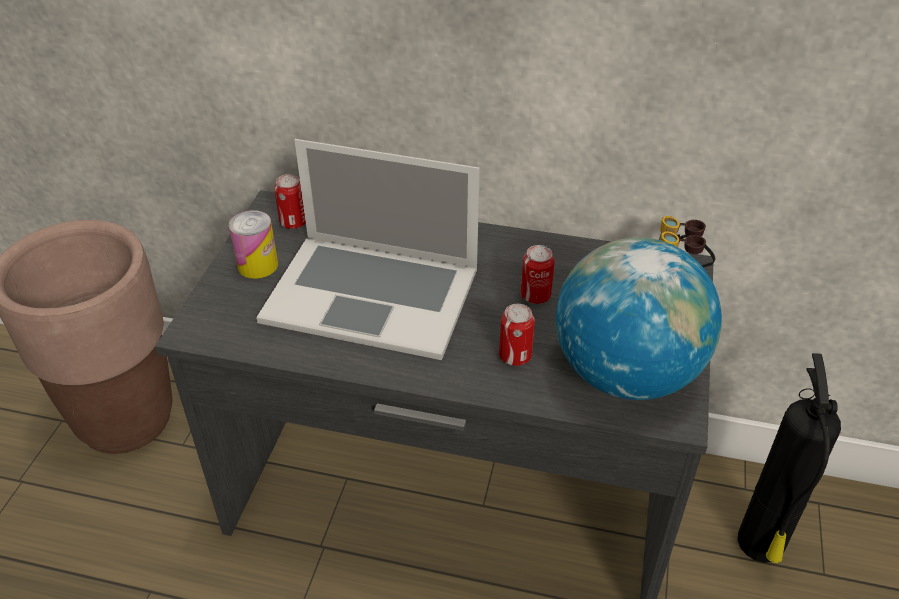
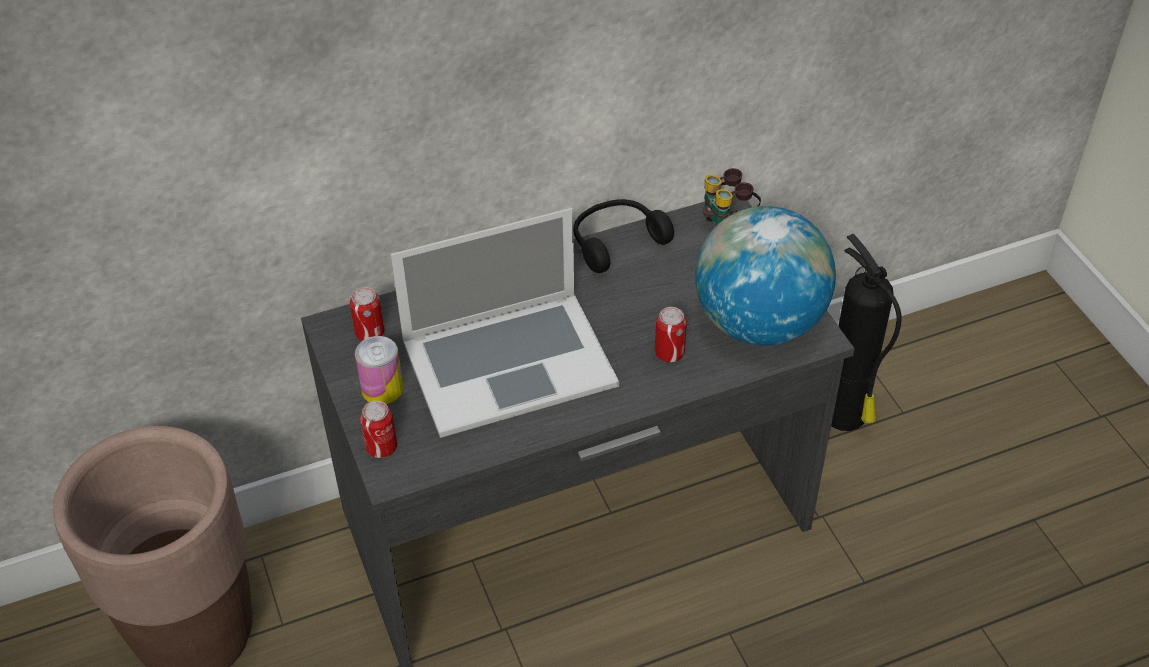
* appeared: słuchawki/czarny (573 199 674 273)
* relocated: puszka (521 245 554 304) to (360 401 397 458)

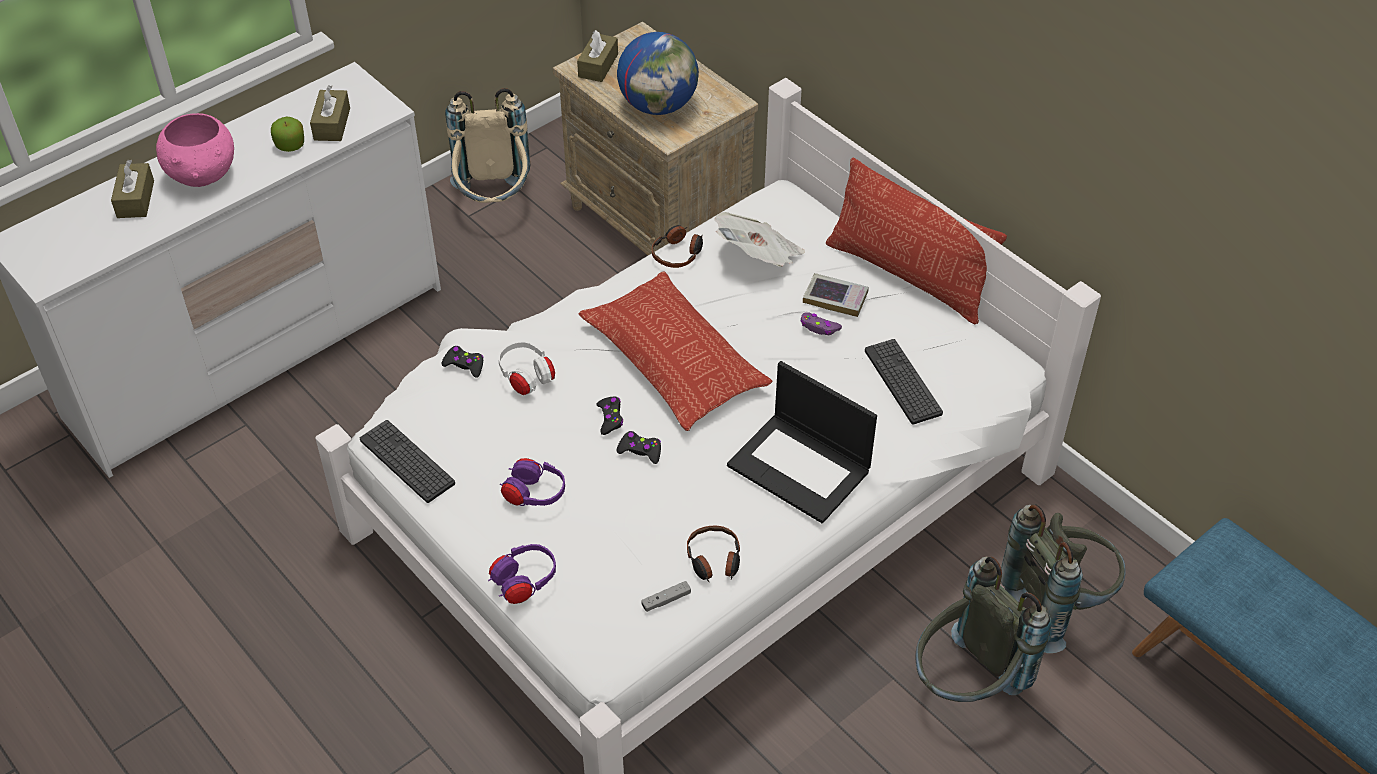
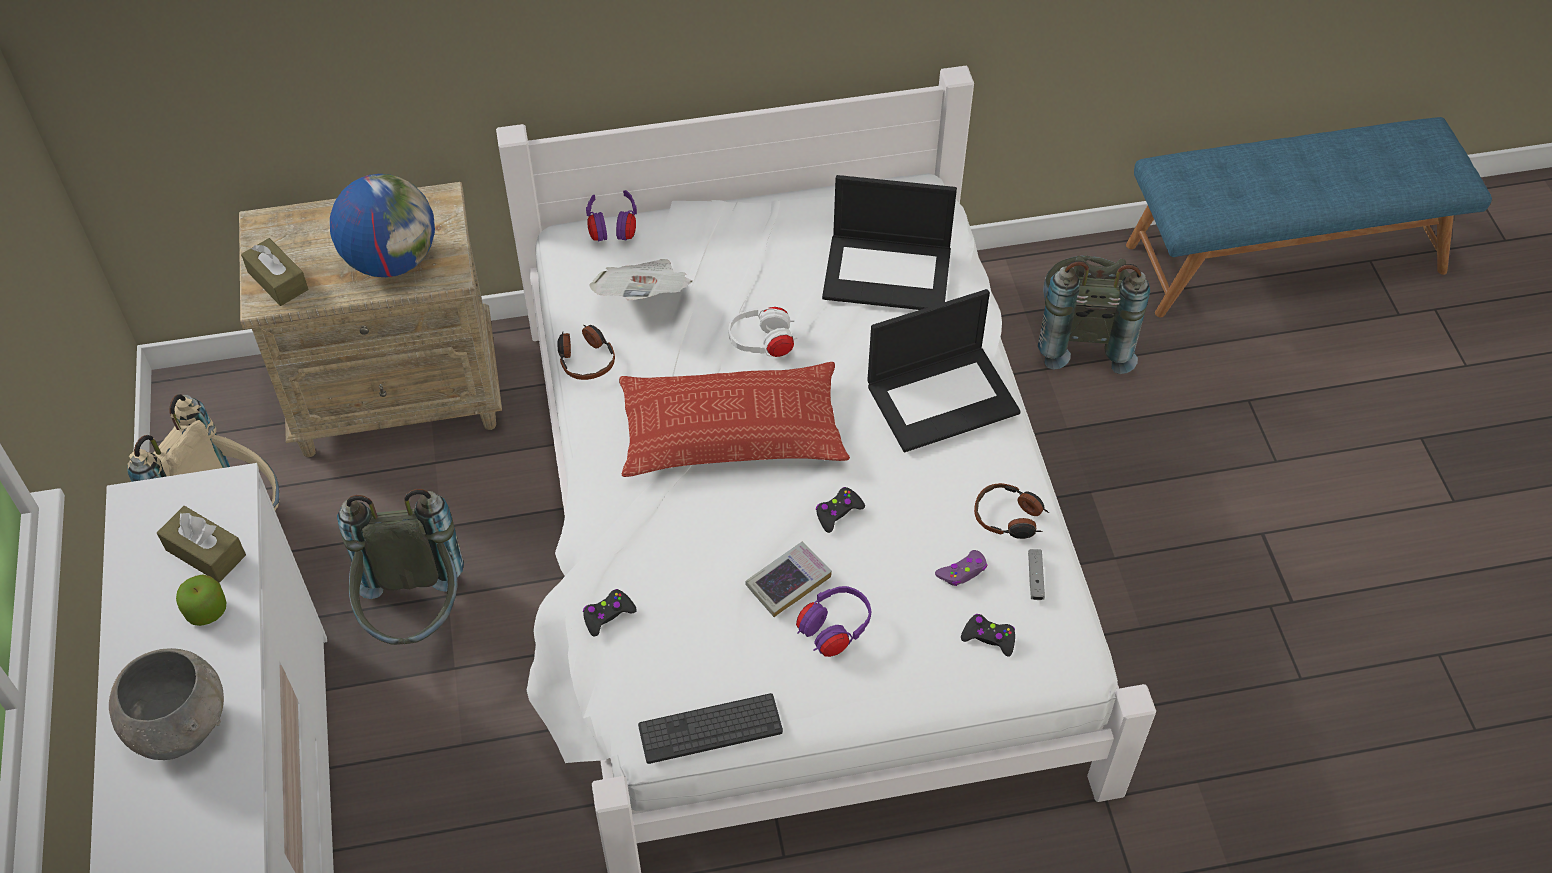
* missing: pudełko chusteczek/brązowy (111 160 154 218)
* missing: poduszka (826 158 1007 325)
* relocated: słuchawki/fioletowy (488 544 556 604) to (586 190 637 241)
* relocated: słuchawki/biały (498 341 555 395) to (728 307 798 357)
* relocated: pad do gier/czarny (597 397 623 435) to (961 614 1015 657)
* relocated: pad do gier/fioletowy (801 312 842 335) to (935 550 988 586)
* relocated: książka (803 273 869 317) to (745 542 832 617)
* relocated: plecak/szary (916 557 1051 702) to (337 489 464 645)
* exchanged: klawiatura (865 339 943 425) to laptop (822 175 957 310)
* colour: miska/różowy (156 113 234 187) to miska/szary (109 648 224 760)

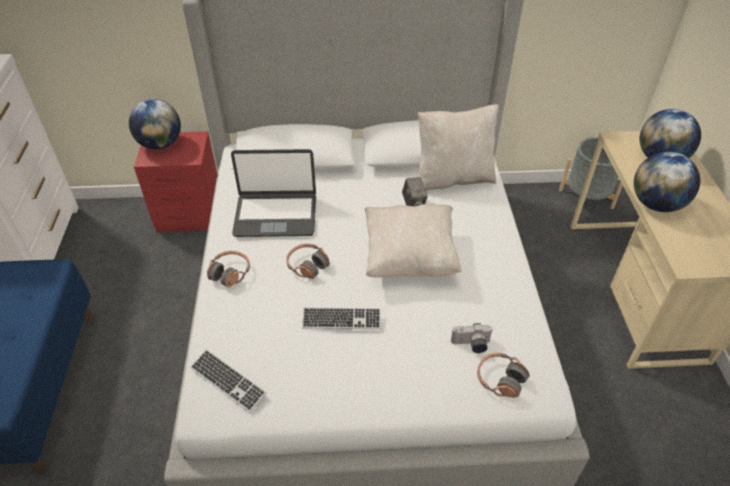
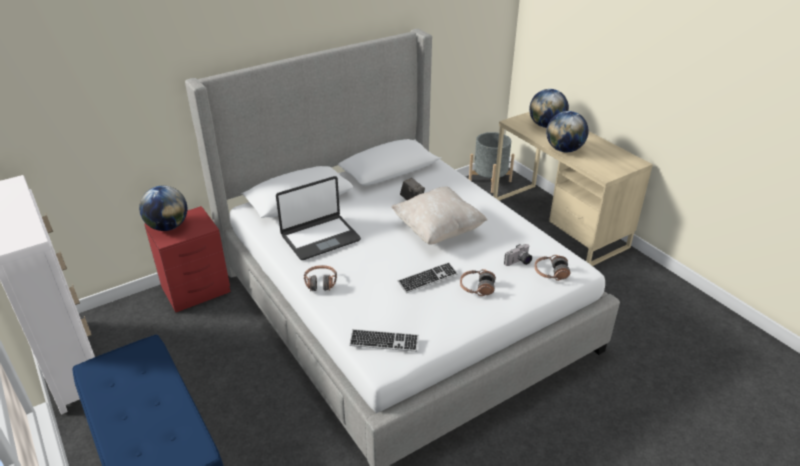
* missing: poduszka/beżowy (418 104 499 191)
* relocated: słuchawki (286 244 330 279) to (460 269 496 296)

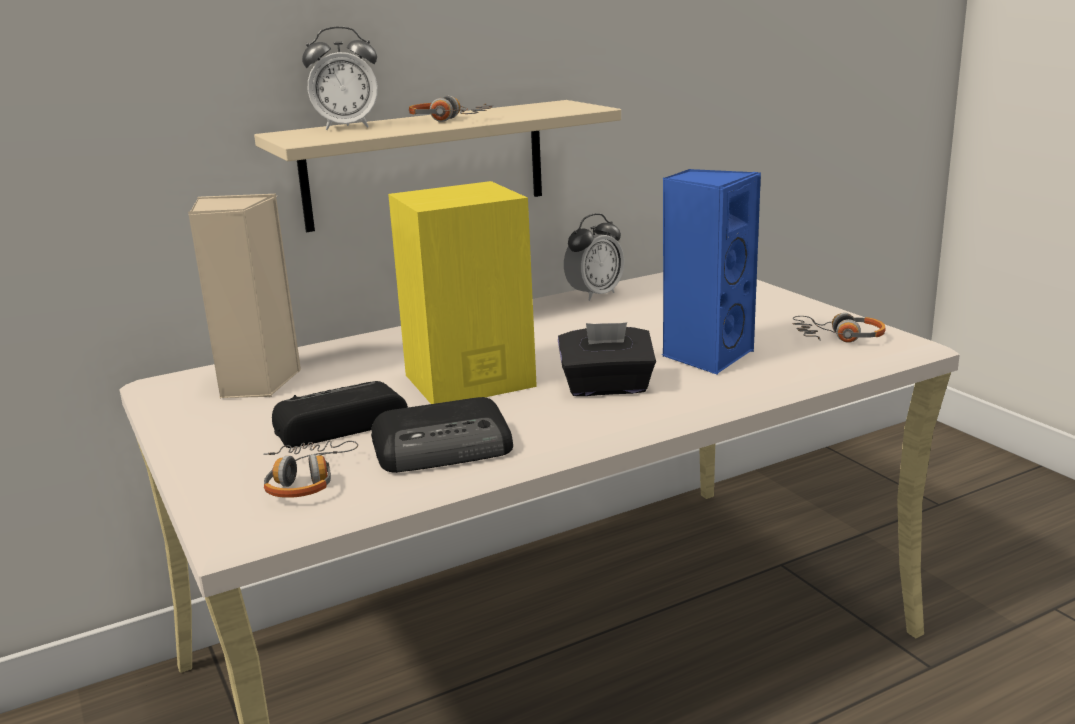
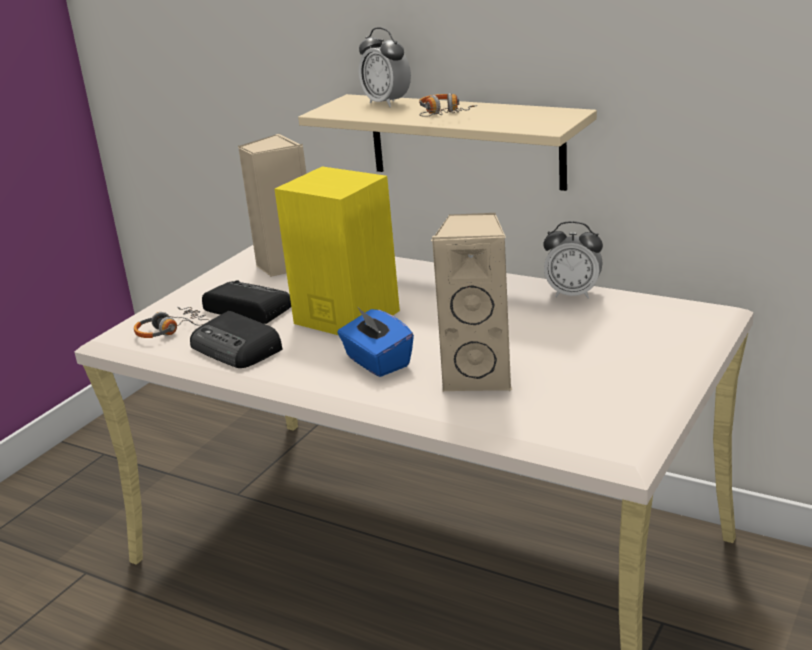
* missing: słuchawki (793 313 886 343)
* colour: pudełko chusteczek/czarny (558 322 656 396) to pudełko chusteczek/niebieski (338 308 414 377)
* colour: głośnik/niebieski (662 169 761 375) to głośnik/beżowy (431 213 512 392)

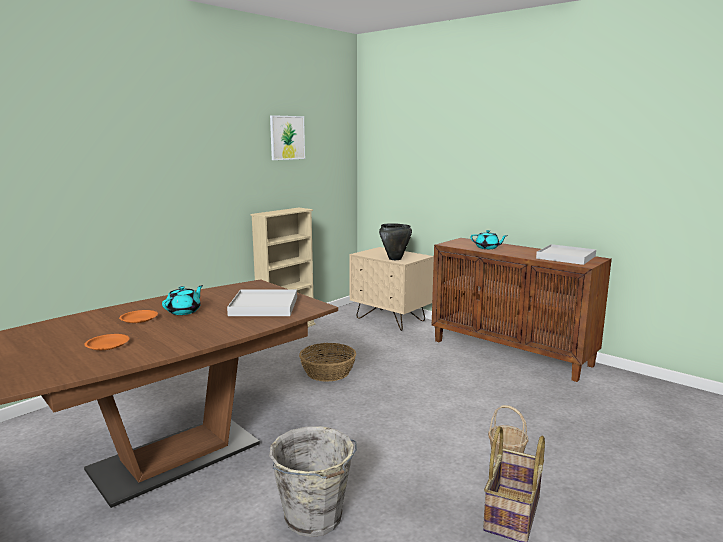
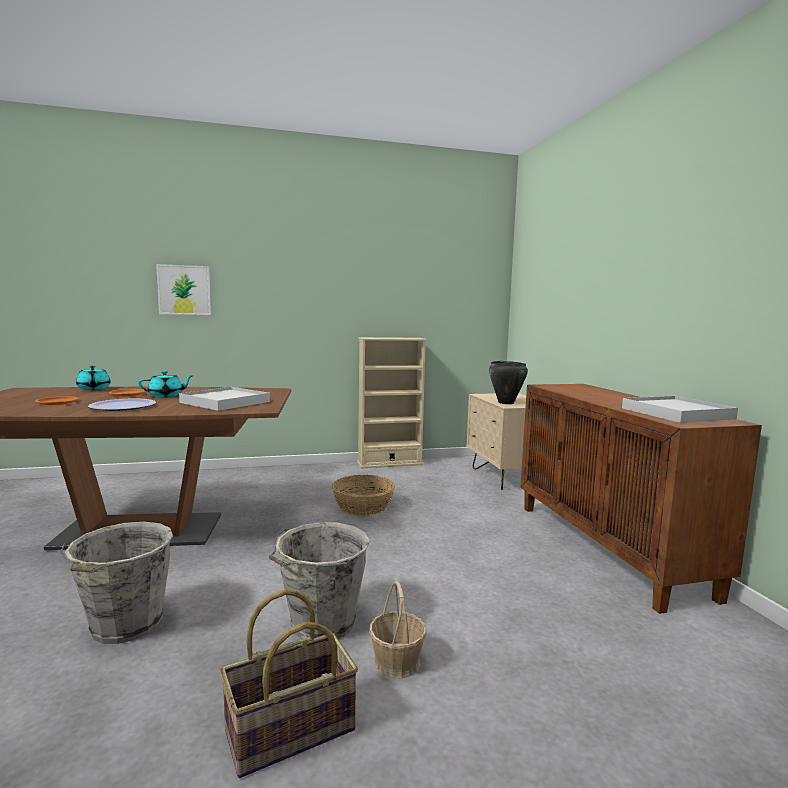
* appeared: talerz (88 399 156 411)
* appeared: wiadro/szary (269 522 370 639)
* relocated: obraz (270 115 305 160) to (156 264 211 315)
* relocated: imbryk/turkusowy (470 230 508 249) to (76 365 111 390)

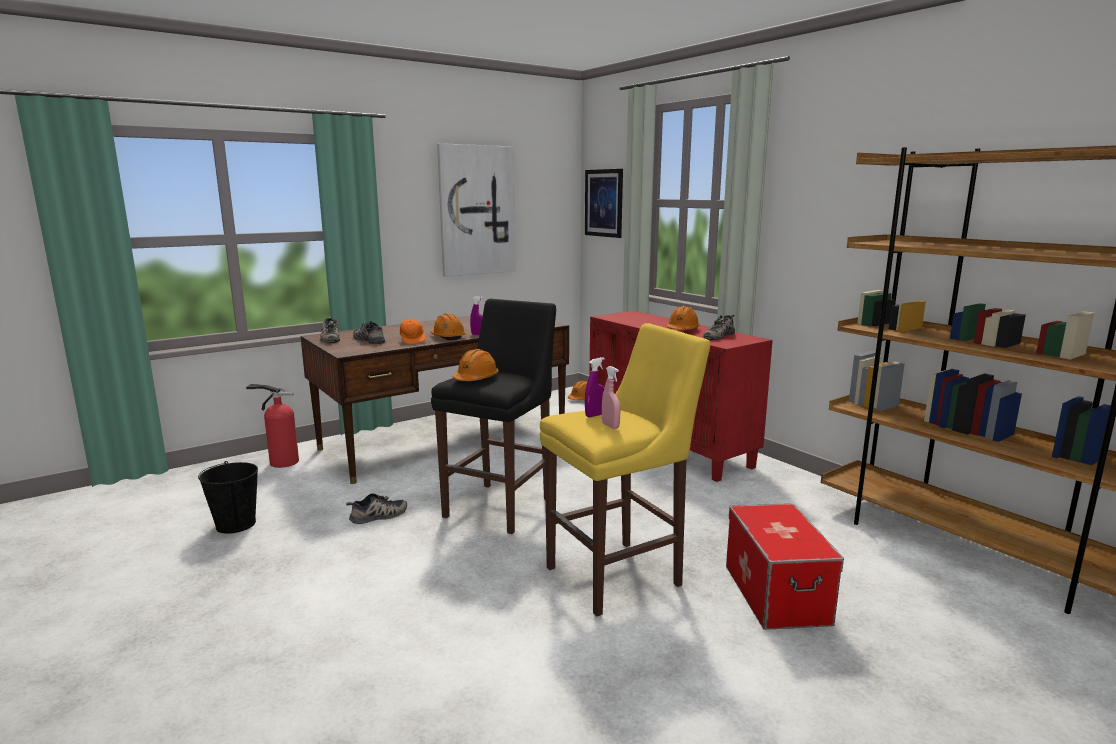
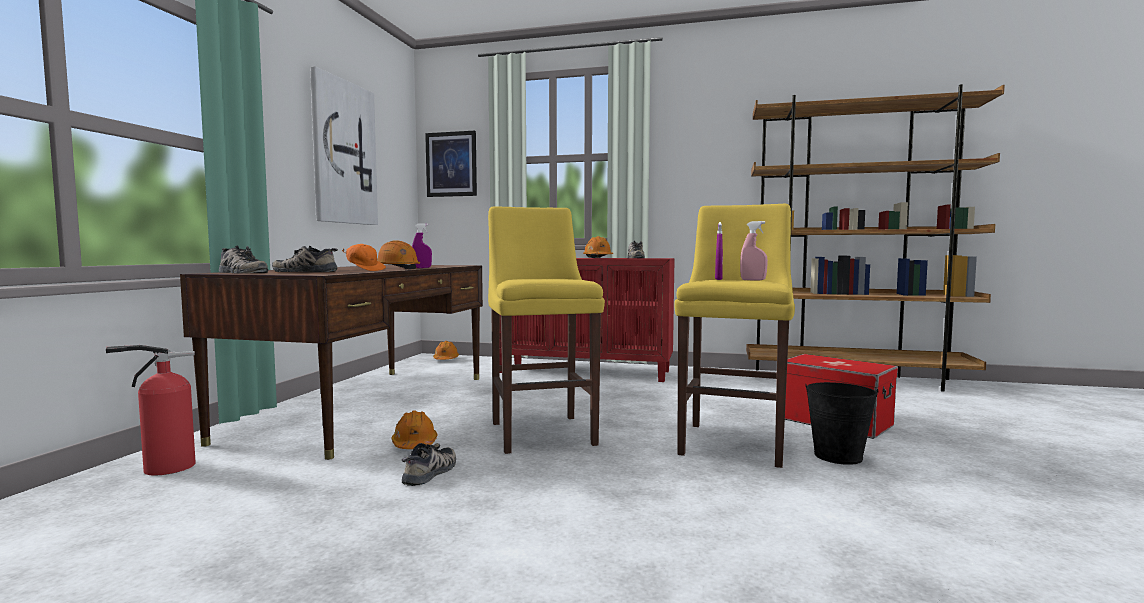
* relocated: wiadro/czarny (198 461 258 534) to (805 382 879 465)
* relocated: kask/pomarańczowy (452 349 499 381) to (392 410 437 449)
* colour: stołek/czarny (431 299 556 534) to stołek/żółty (488 206 605 454)

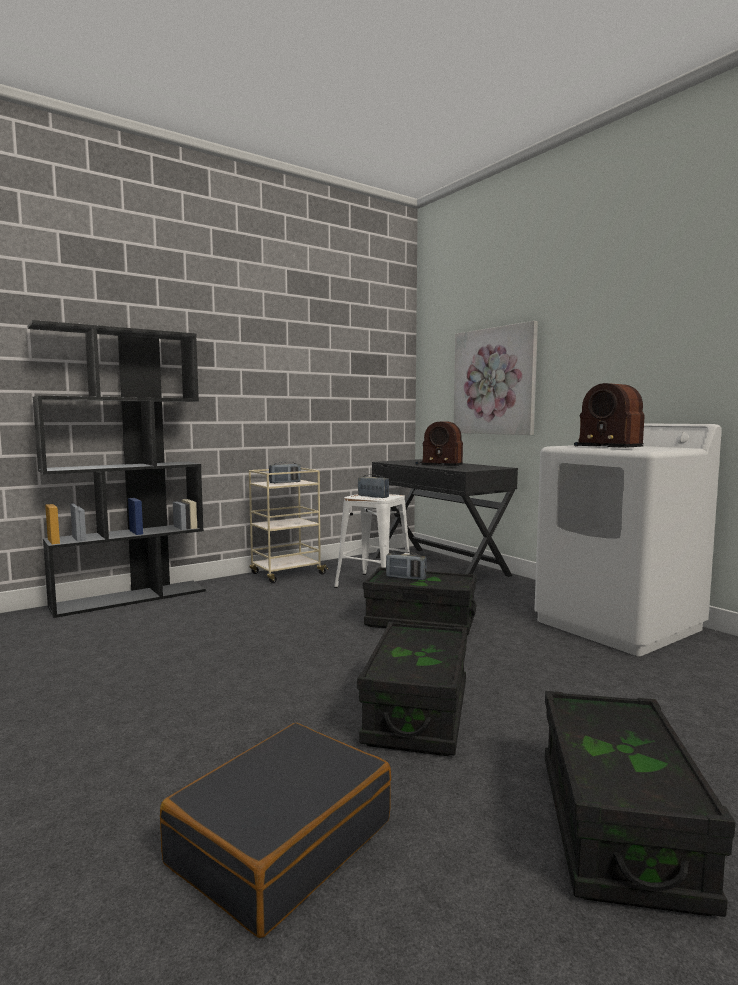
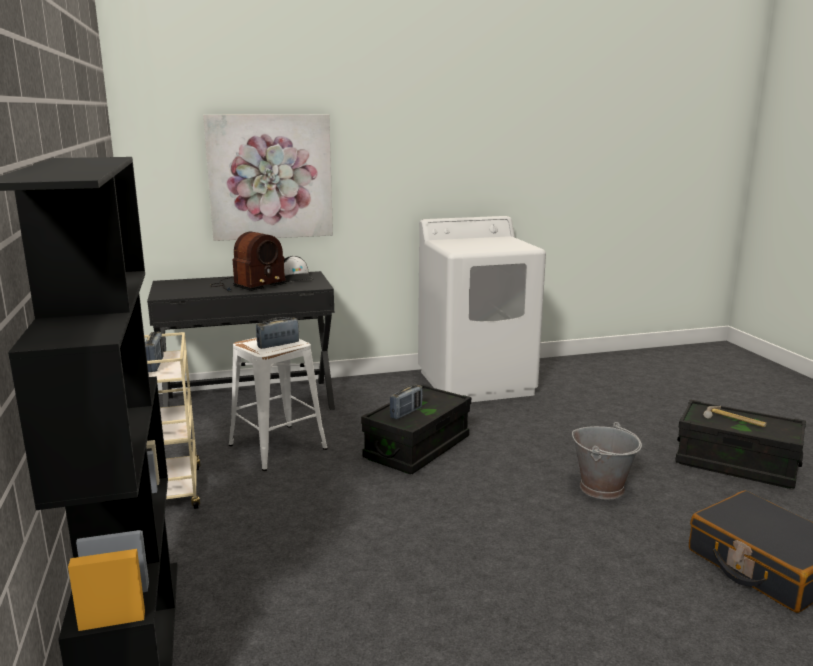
* missing: radio (574 383 645 448)
* appeared: czapka z daszkiem (284 256 313 282)
* appeared: młotek (703 406 766 427)
* exchanged: pojemnik do przechowywania/czarny (357 622 467 756) to wiadro/szary (572 422 642 500)

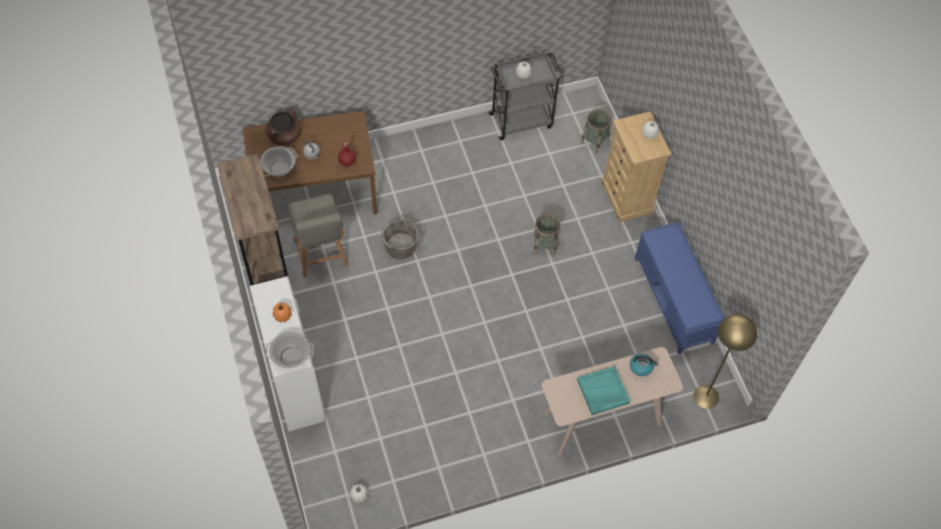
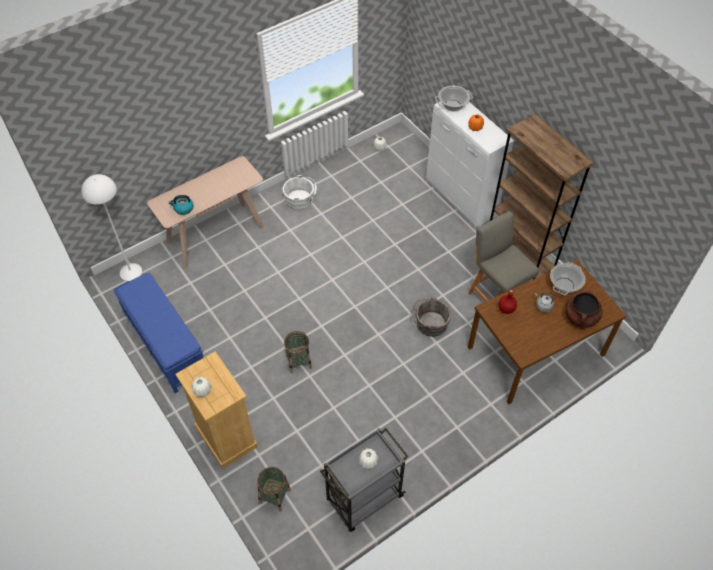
* missing: taca/turkusowy (577 366 630 415)
* appeared: wiadro/biały (282 175 317 210)
* colour: lampa stojąca/żółty (693 314 757 409) to lampa stojąca/biały (81 174 142 281)

